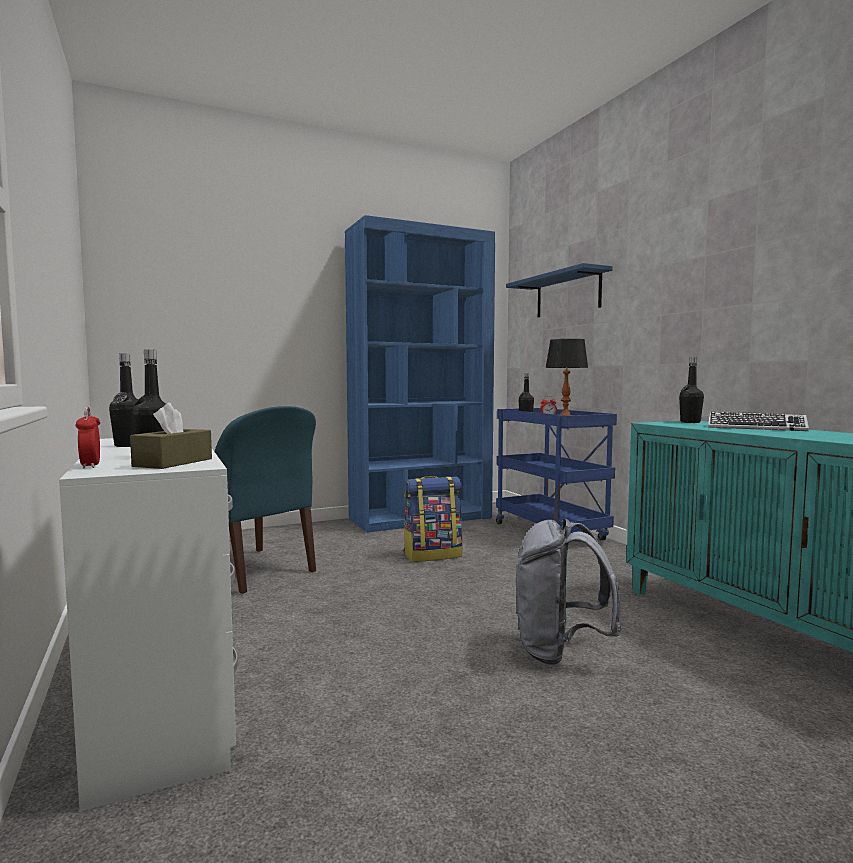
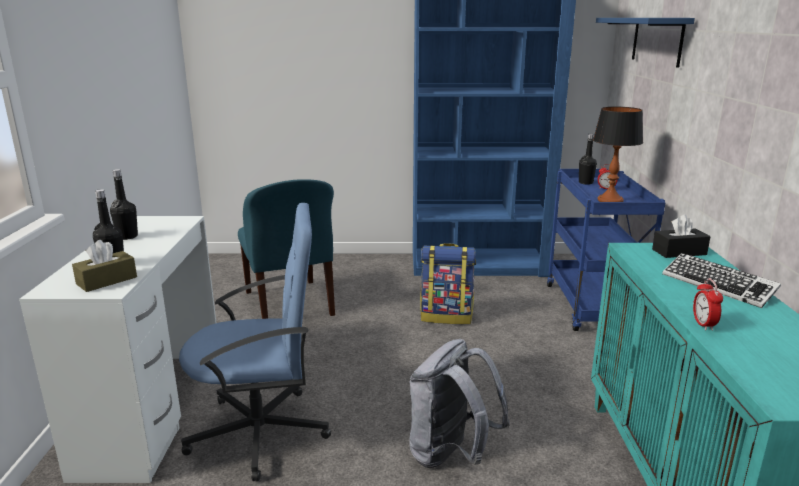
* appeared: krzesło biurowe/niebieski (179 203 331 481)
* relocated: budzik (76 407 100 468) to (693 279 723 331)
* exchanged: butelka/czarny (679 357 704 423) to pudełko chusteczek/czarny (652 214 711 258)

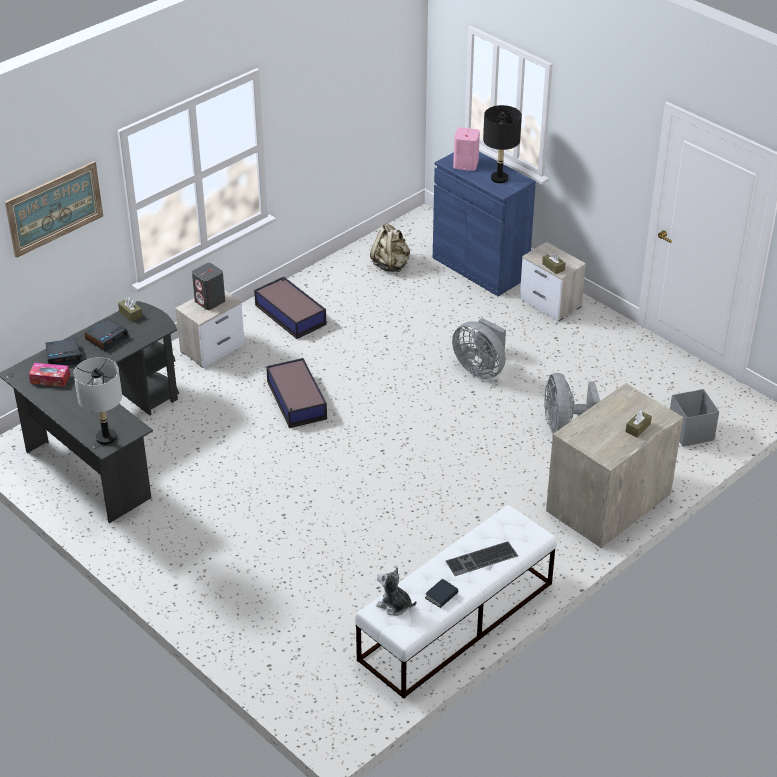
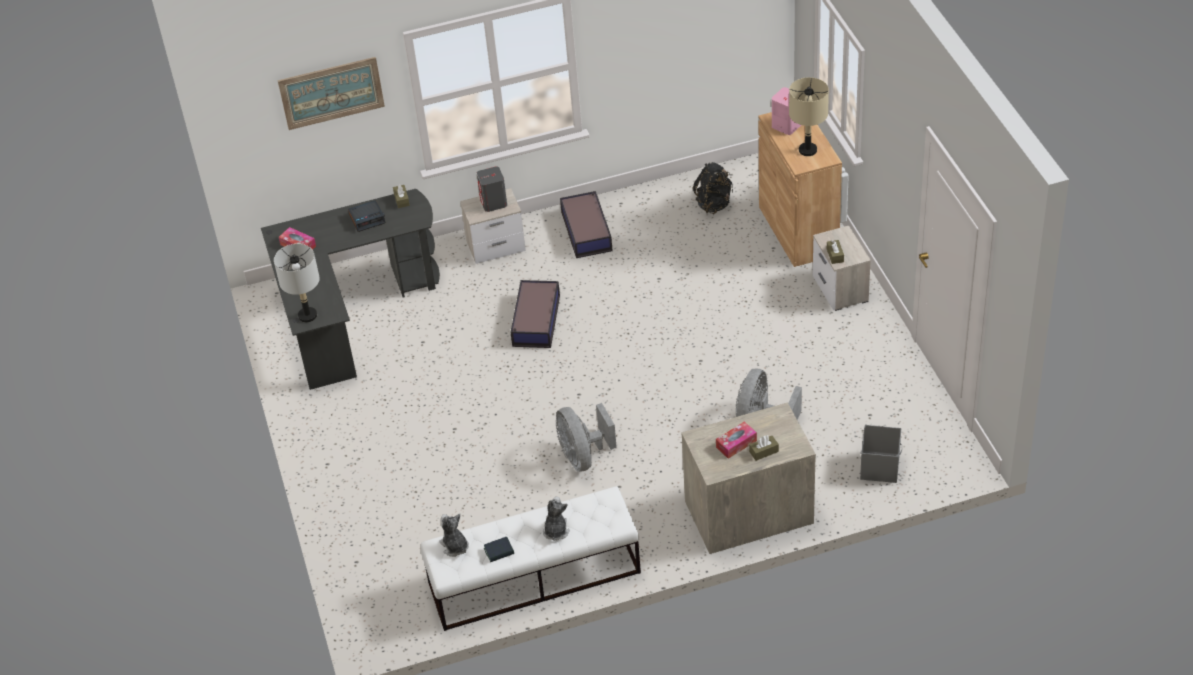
* missing: budzik (45 338 82 366)
* appeared: pudełko chusteczek (716 422 757 459)
* relocated: wentylator/szary (452 318 506 379) to (556 403 617 472)
* exchanged: klawiatura (446 541 518 576) to pluszak (543 497 570 541)
* colour: plecak/beżowy (370 223 410 272) to plecak/czarny (693 162 733 214)
* colour: szafka/niebieski (433 152 536 296) to szafka/brązowy (759 112 842 267)
* colour: lampa stołowa/czarny (483 105 522 183) to lampa stołowa/beżowy (789 77 829 156)

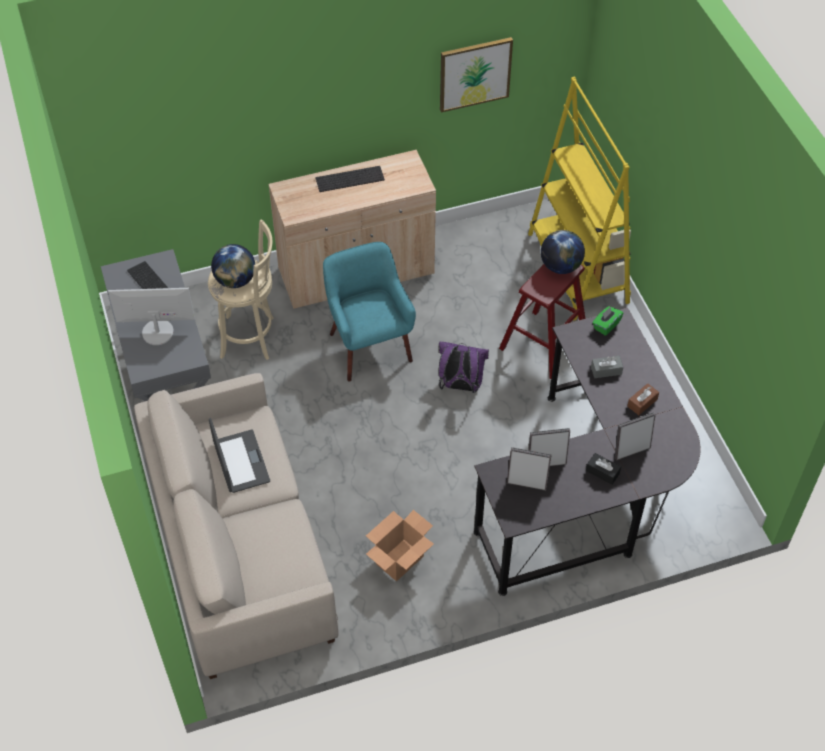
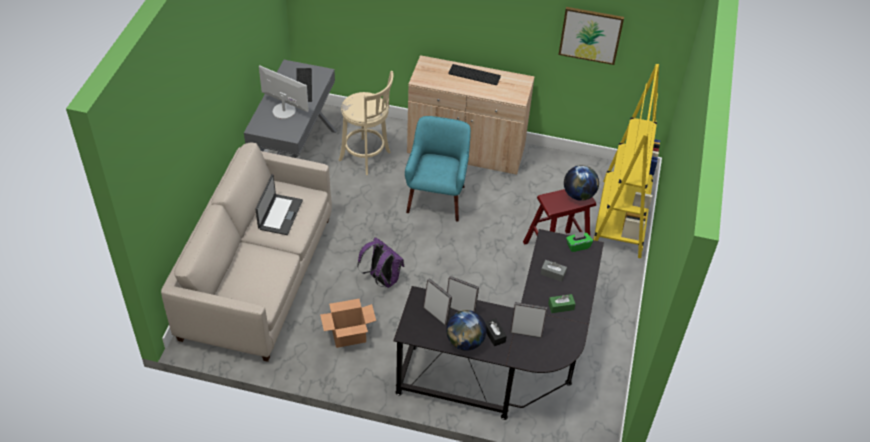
* relocated: globus (211 244 255 288) to (446 310 487 351)
* relocated: plecak/fioletowy (438 342 489 393) to (357 237 404 288)
* colour: pudełko chusteczek/brązowy (627 383 659 415) to pudełko chusteczek/zielony (548 294 575 313)

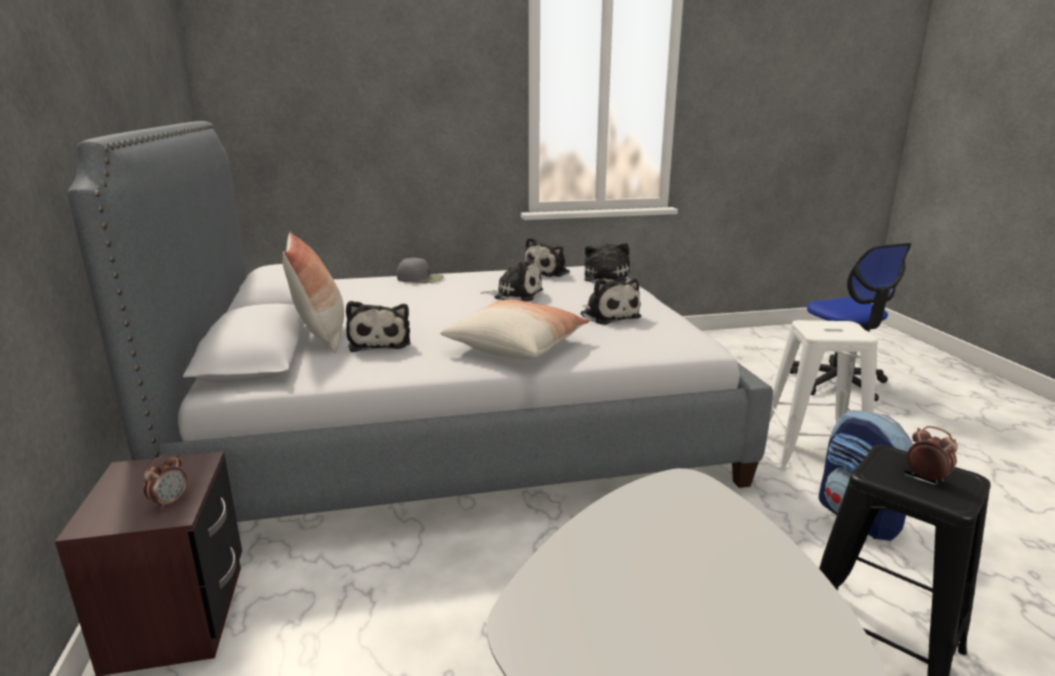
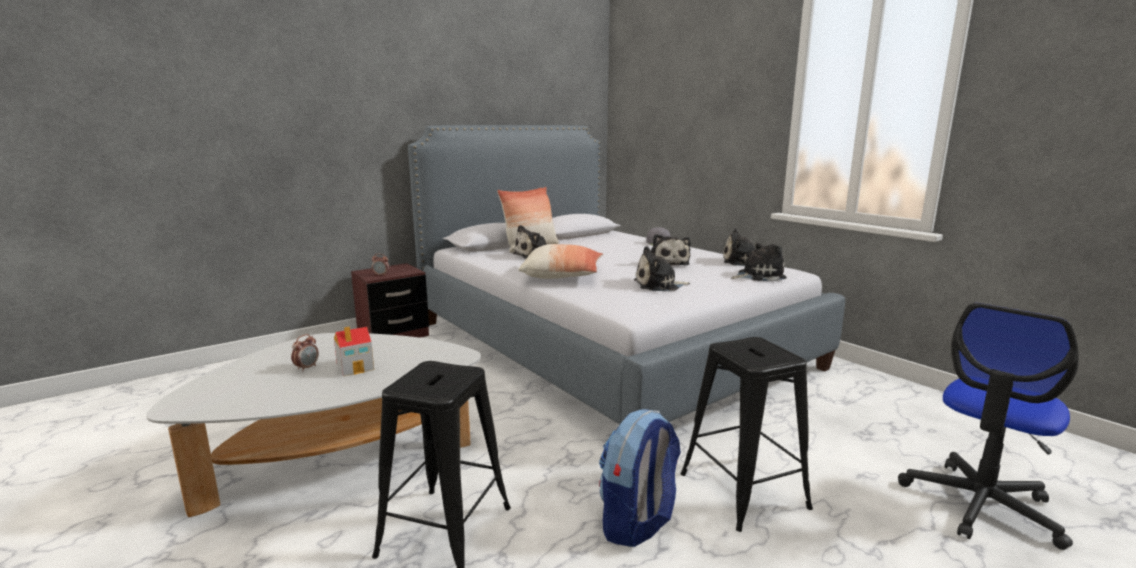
* appeared: domek (334 326 374 376)
* relocated: budzik (907 426 958 484) to (291 334 319 372)
* colour: stołek/biały (770 320 878 472) to stołek/czarny (680 337 813 532)
* spun: pluszak (580 279 641 325) = (634 246 690 291) 45 degrees clockwise

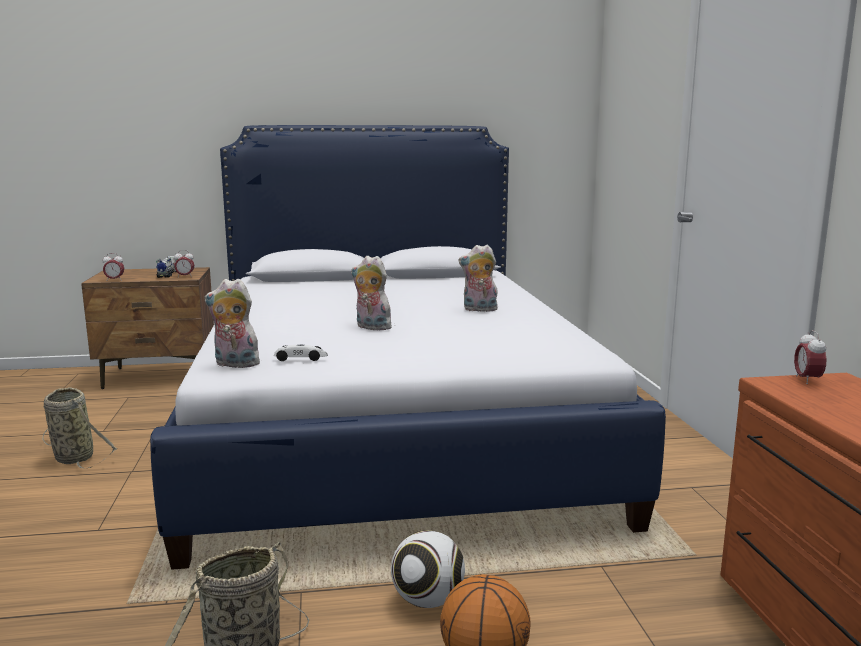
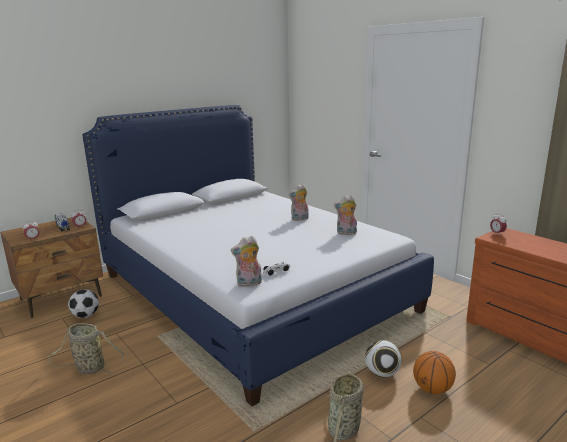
* appeared: piłka futbolowa (68 289 99 318)
* relocated: pluszak (351 256 392 330) to (334 195 357 235)

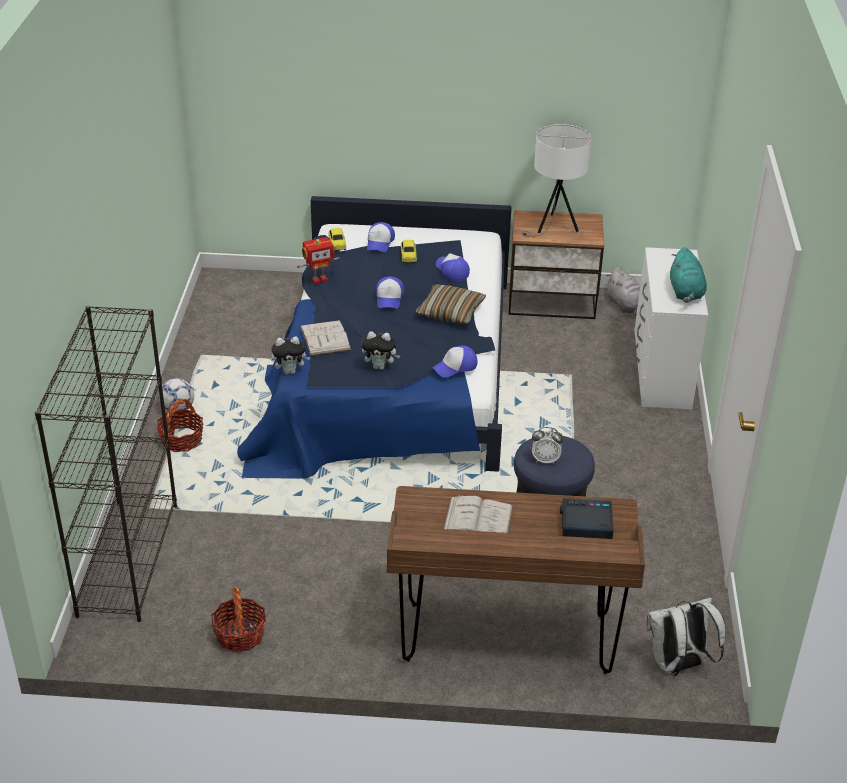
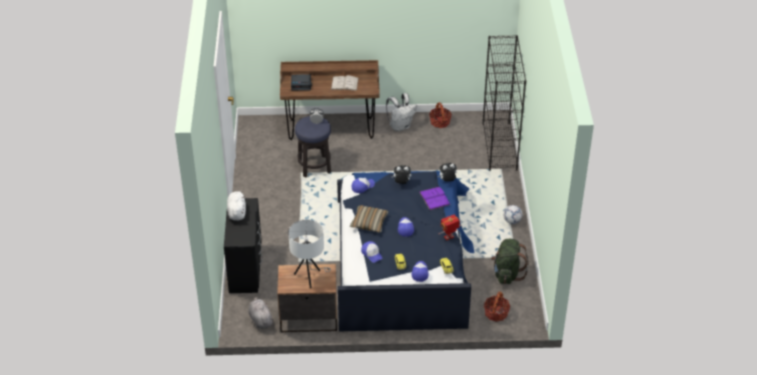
* appeared: plecak/zielony (491 239 529 284)
* relocated: koszyk (157 399 203 452) to (484 292 510 322)
* relocated: plecak/biały (647 598 726 676) to (386 93 417 131)
* colour: książka/biały (300 320 351 356) to książka/fioletowy (419 187 450 210)
* colour: komoda/biały (634 247 708 409) to komoda/czarny (224 198 262 293)
* colour: pluszak/turkusowy (670 247 707 303) to pluszak/biały (227 190 246 221)

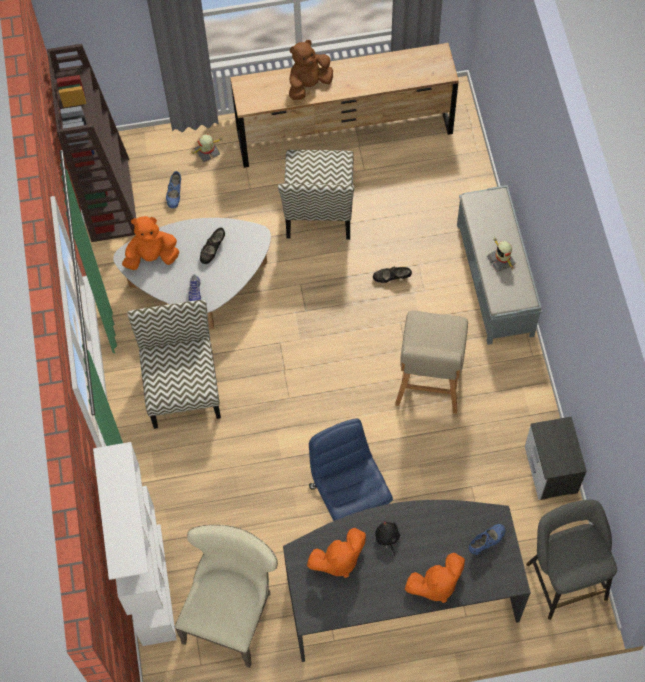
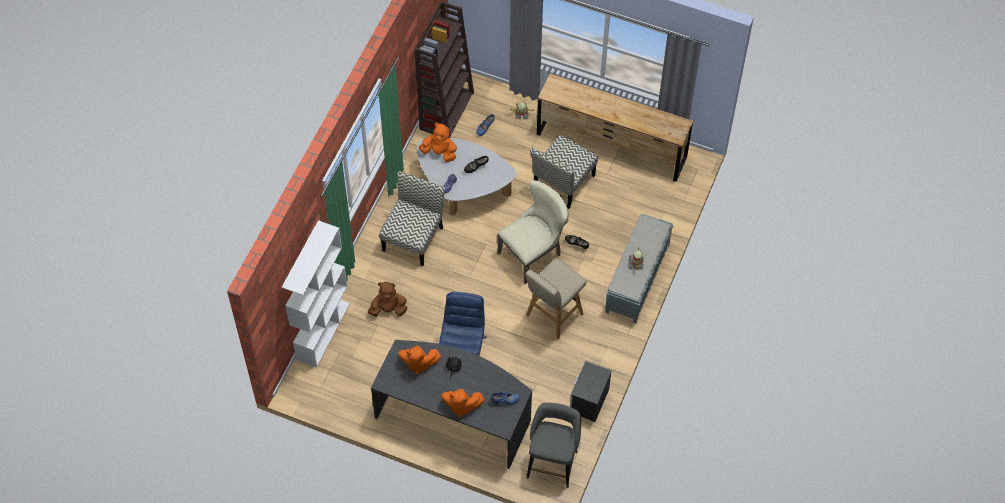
* relocated: krzesło/beżowy (175 525 278 668) to (497 180 569 284)
* relocated: pluszak/brązowy (289 40 333 100) to (368 282 407 317)

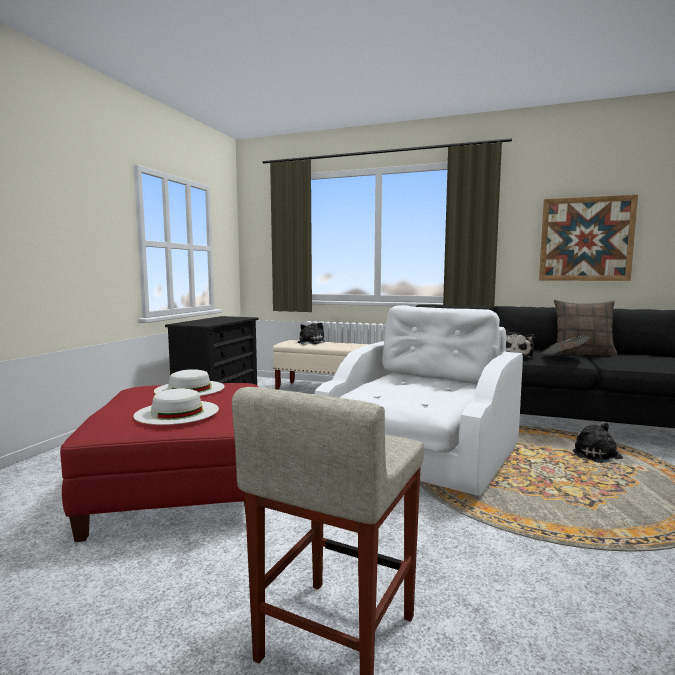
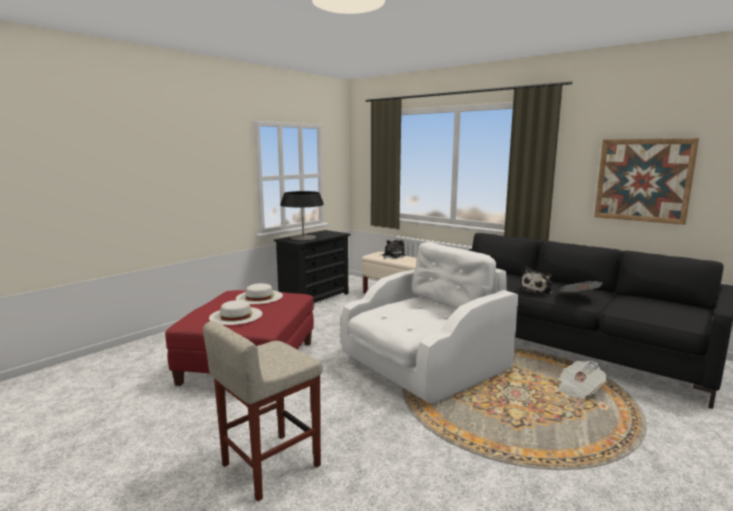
* missing: poduszka (554 300 618 356)
* appeared: lampa stołowa (280 191 324 240)
* exchanged: pluszak (573 422 627 466) to gazeta (557 361 607 400)

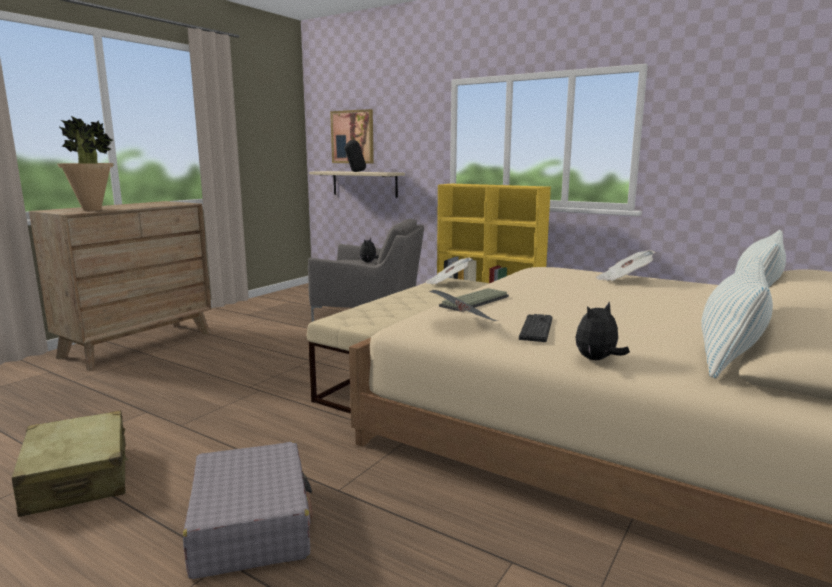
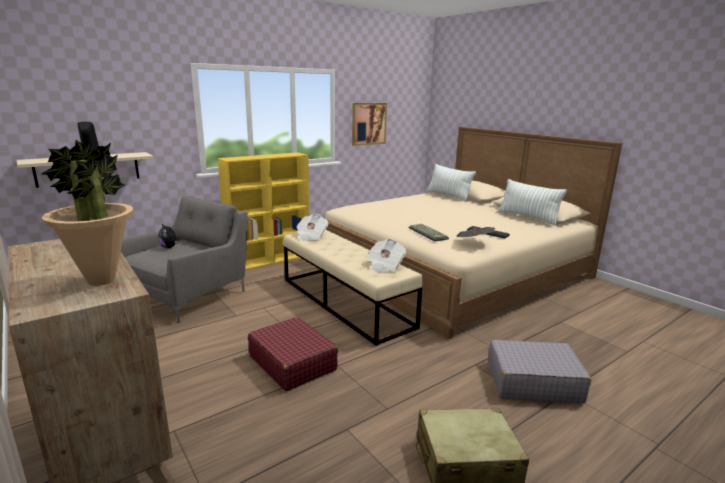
* missing: pluszak (575 302 630 360)
* appeared: walizka/czerwony (248 317 338 391)
* relocated: obraz (330 109 374 163) to (352 103 387 146)
* relocated: gazeta (596 250 656 281) to (368 239 406 273)

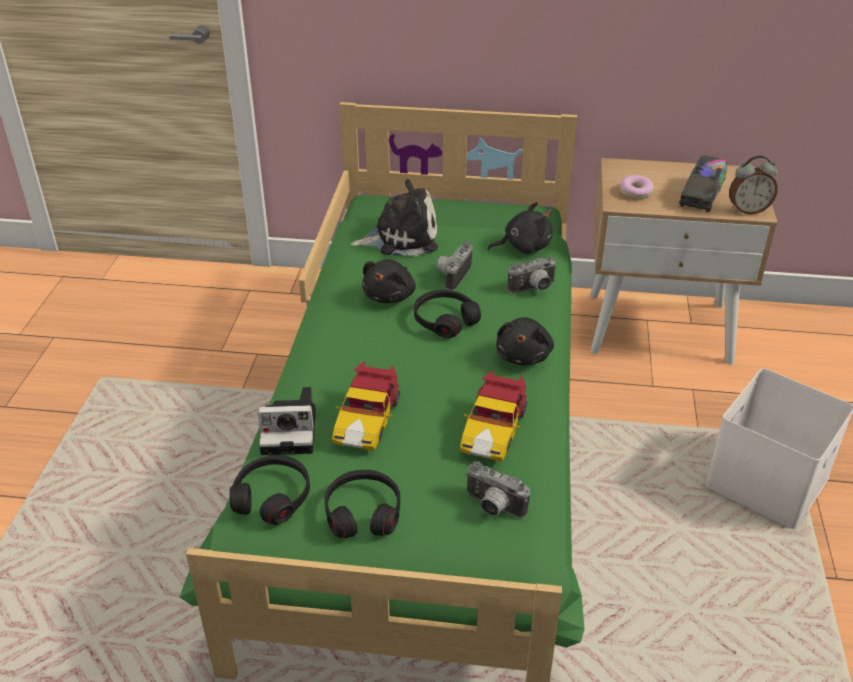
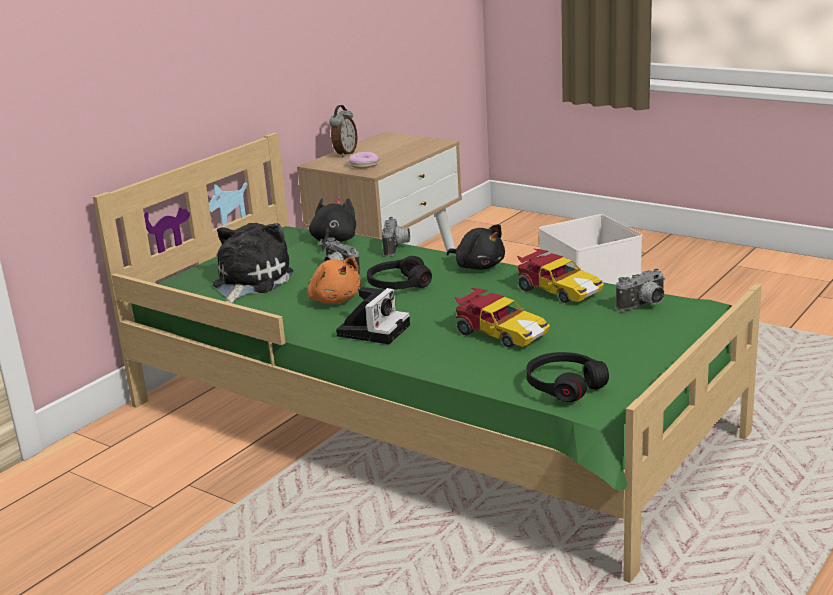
* missing: słuchawki/czarny (324 470 400 538)
* missing: ciężarówka zabawkowa (679 155 727 212)
* relocated: aparat fotograficzny (258 387 316 455) to (336 287 410 344)
* relocated: budzik (729 155 778 215) to (329 105 358 157)
* colour: pluszak/czarny (362 259 416 303) to pluszak/pomarańczowy (307 257 361 304)

